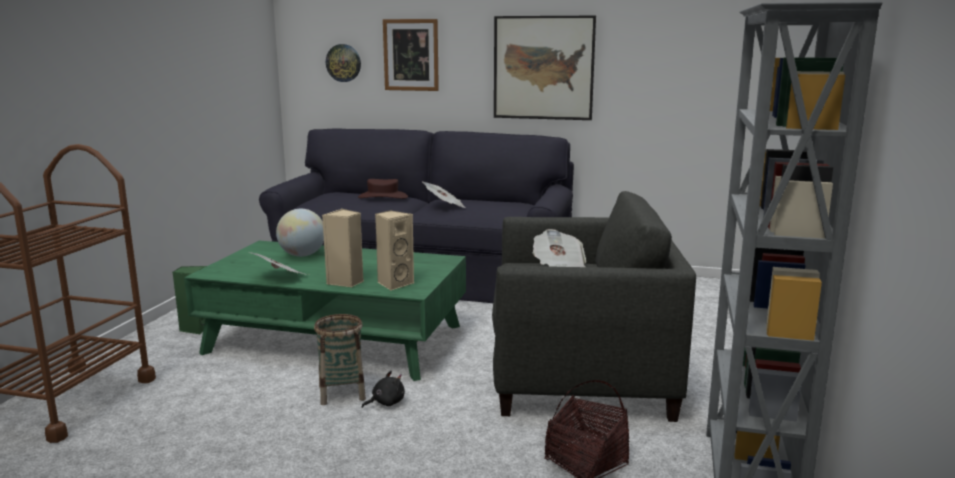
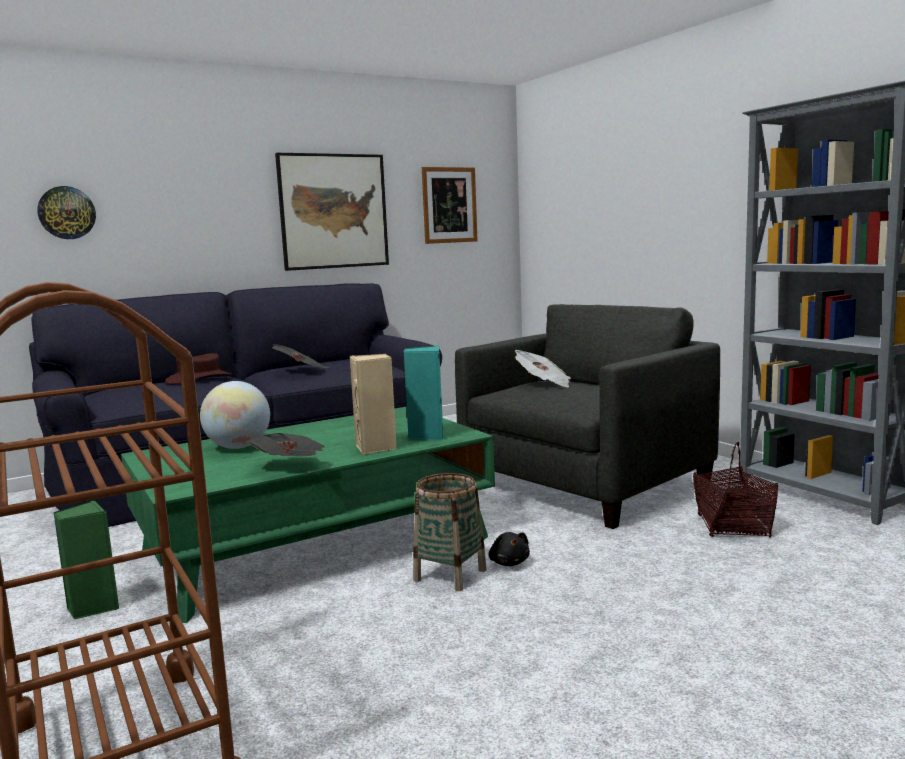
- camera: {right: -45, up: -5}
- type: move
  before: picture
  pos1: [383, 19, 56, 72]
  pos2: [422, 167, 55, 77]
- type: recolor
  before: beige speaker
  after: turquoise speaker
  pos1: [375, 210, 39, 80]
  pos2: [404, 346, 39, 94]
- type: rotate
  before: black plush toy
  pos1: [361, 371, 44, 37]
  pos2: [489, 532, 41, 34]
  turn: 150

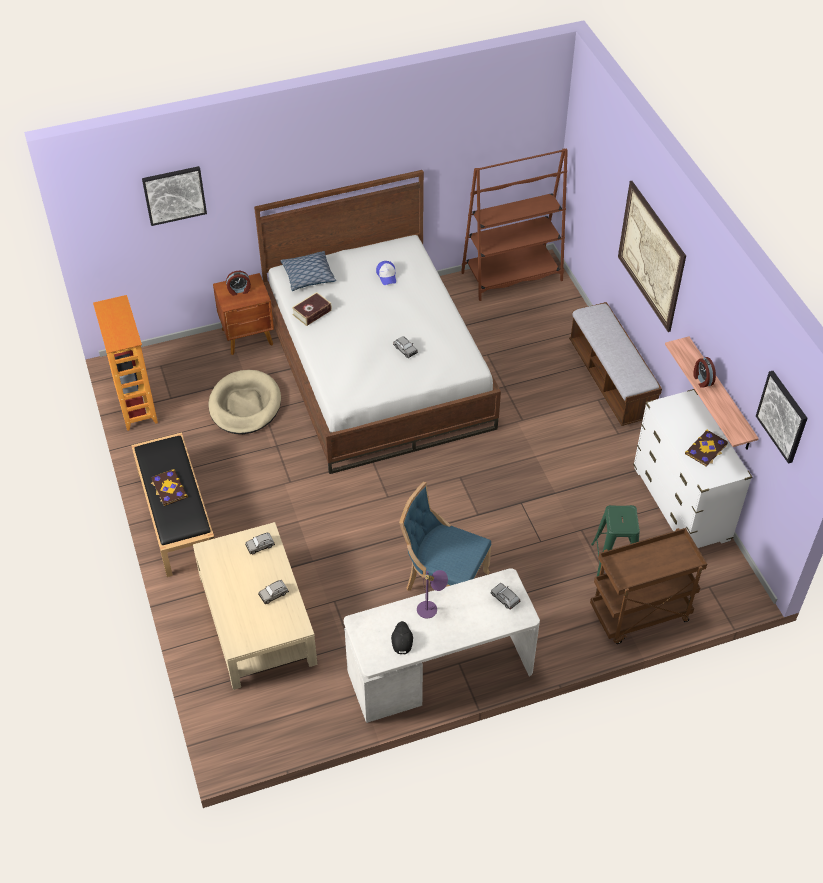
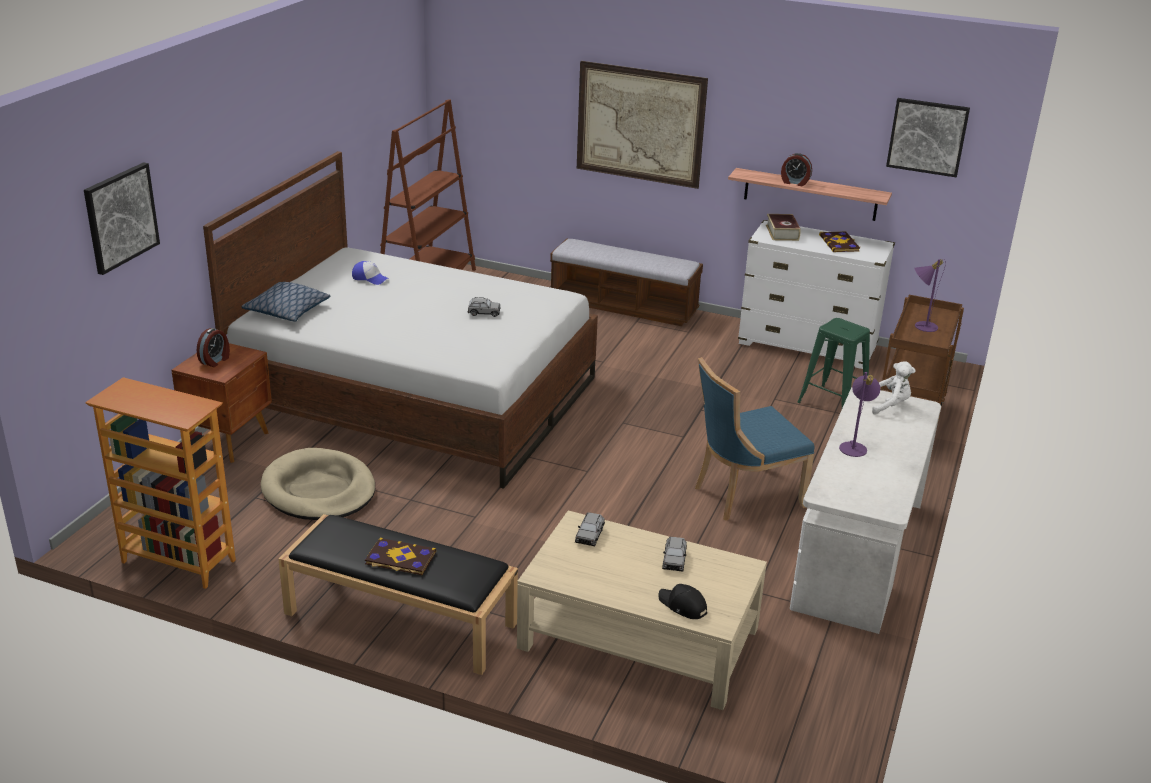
- camera: {right: -50, up: -20}
- type: move
  before: book
  pos1: [292, 292, 40, 34]
  pos2: [766, 214, 34, 27]
- type: replace
  before: grey toy car
  after: white plush toy
  pos1: [490, 583, 31, 27]
  pos2: [872, 361, 43, 54]
- type: move
  before: black cap
  pos1: [391, 621, 22, 33]
  pos2: [658, 584, 49, 35]
- type: insert
  after: purple table lamp
  pos2: [915, 259, 31, 73]

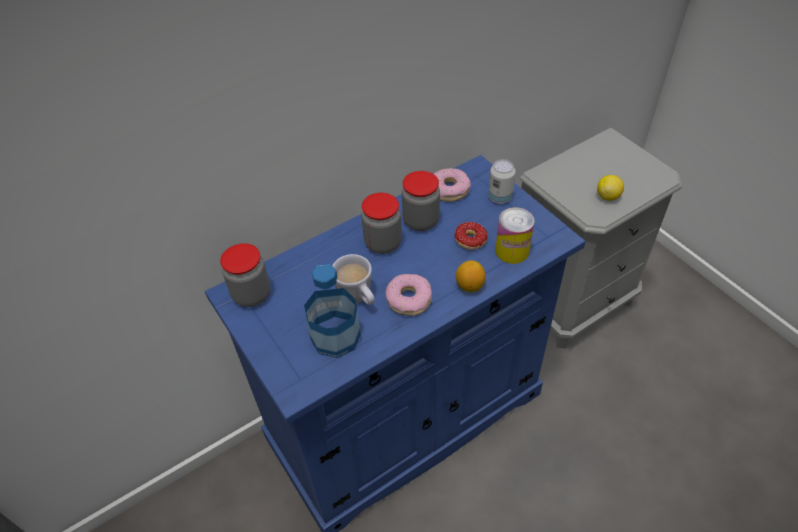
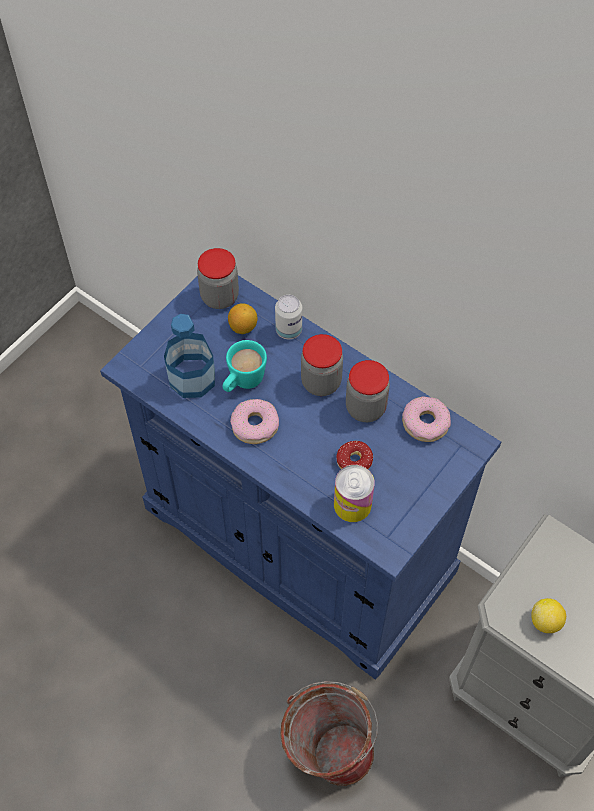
- camera: {right: 70, up: 10}
- type: move
  before: can
  pos1: [488, 159, 28, 44]
  pos2: [275, 295, 27, 44]
- type: recolor
  before: white mug
  after: turquoise mug
  pos1: [332, 254, 43, 51]
  pos2: [223, 340, 44, 52]
- type: move
  before: lemon
  pos1: [456, 260, 30, 32]
  pos2: [228, 303, 29, 31]
- type: insert
  after: bucket
  pos2: [280, 681, 98, 105]

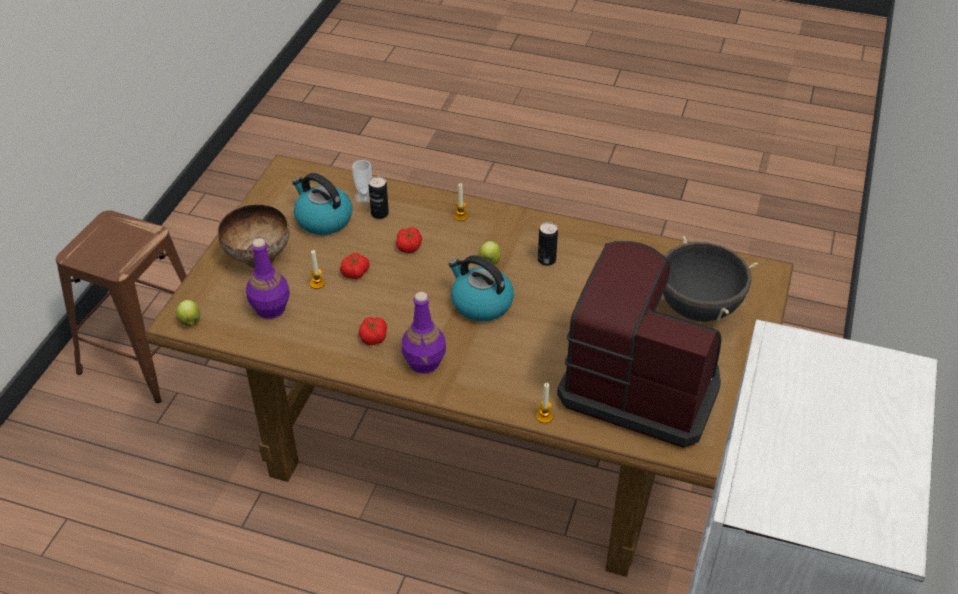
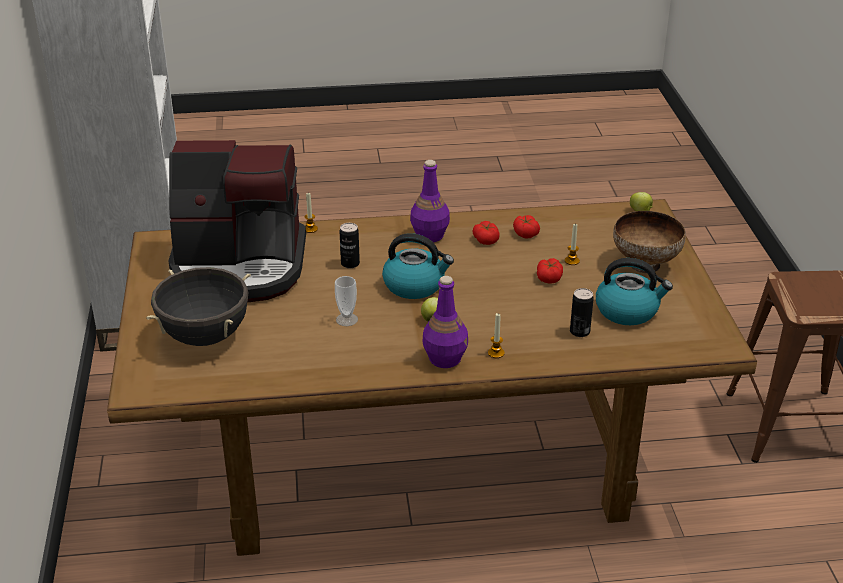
- camera: {right: 155, up: -10}
- type: move
  before: cup
  pos1: [352, 160, 20, 44]
  pos2: [335, 276, 23, 50]
- type: move
  before: can
  pos1: [538, 222, 20, 44]
  pos2: [340, 223, 20, 45]
- type: move
  before: tomato
  pos1: [396, 227, 26, 26]
  pos2: [513, 215, 27, 24]
- type: move
  before: purple bottle
  pos1: [246, 238, 44, 81]
  pos2: [422, 276, 46, 92]

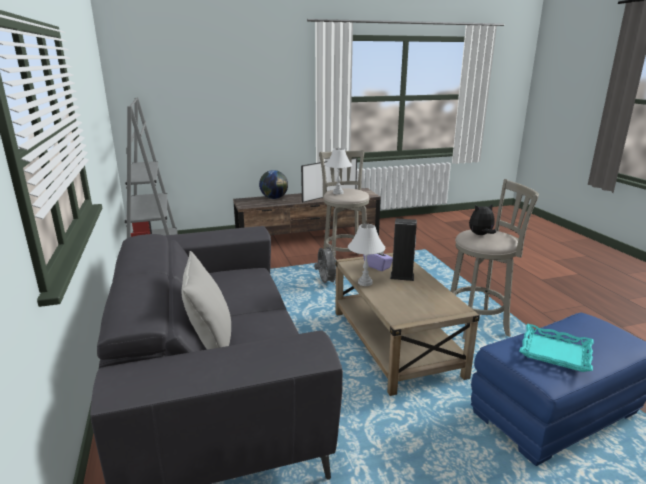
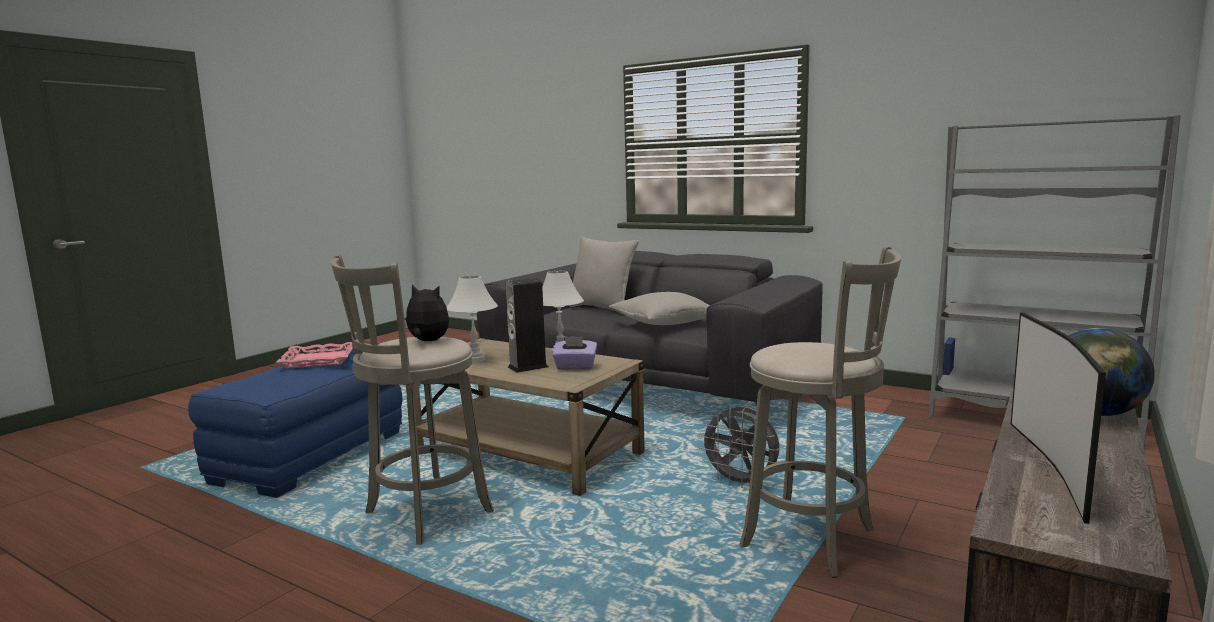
- camera: {right: 140, up: -10}
- type: move
  before: white table lamp
  pos1: [325, 148, 27, 46]
  pos2: [447, 276, 51, 86]
- type: rotate
  before: plush toy
  pos1: [469, 203, 27, 32]
  pos2: [405, 284, 44, 57]
  turn: -105
- type: recolor
  before: turquoise tray
  after: pink tray
  pos1: [519, 324, 75, 48]
  pos2: [276, 342, 77, 27]
- type: insert
  after: grey pillow
  pos2: [609, 292, 101, 33]

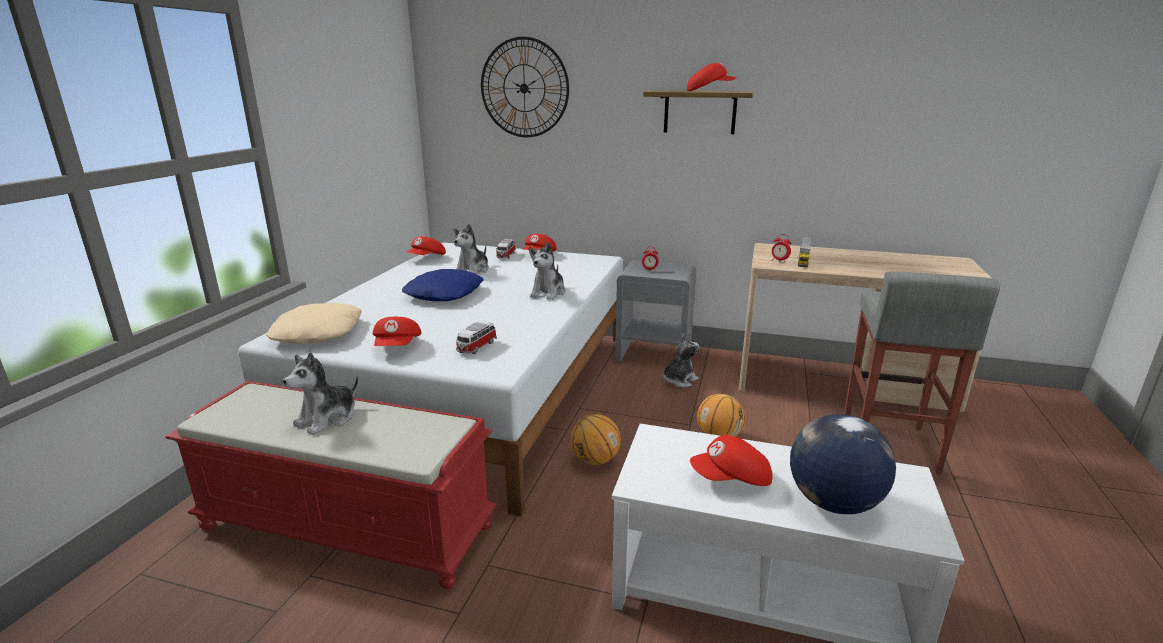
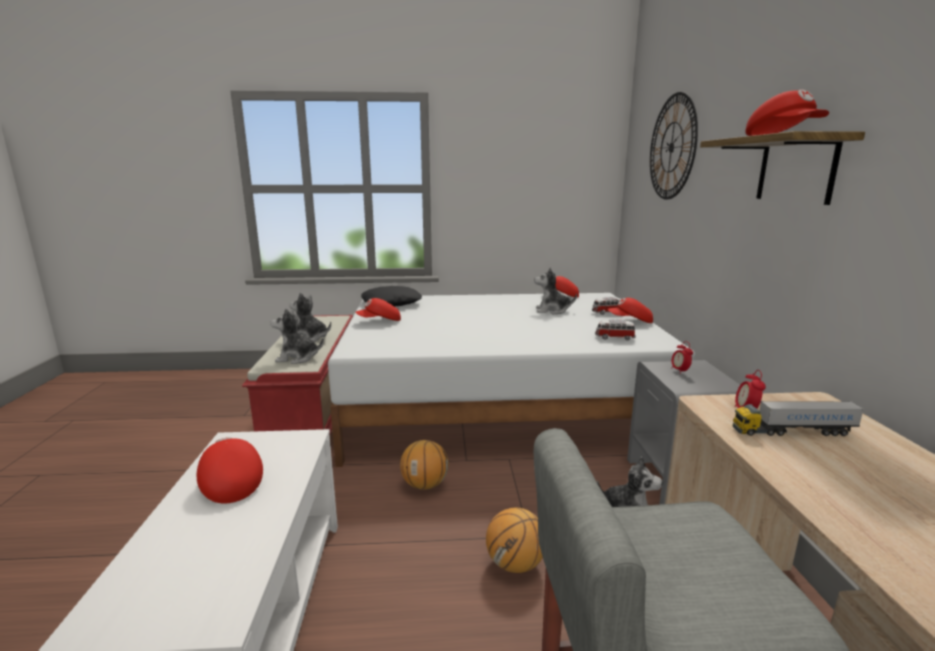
- camera: {right: 70, up: -5}
- type: move
  before: plush toy
  pos1: [529, 242, 37, 58]
  pos2: [270, 308, 54, 56]
- type: delete
  before: blue pillow
  pos1: [402, 269, 82, 32]
- type: recolor
  before: beige pillow
  after: black pillow
  pos1: [266, 303, 96, 41]
  pos2: [361, 286, 61, 21]
- type: move
  before: toy car
  pos1: [456, 321, 41, 33]
  pos2: [595, 319, 41, 21]
- type: delete
  before: globe
  pos1: [790, 414, 106, 100]

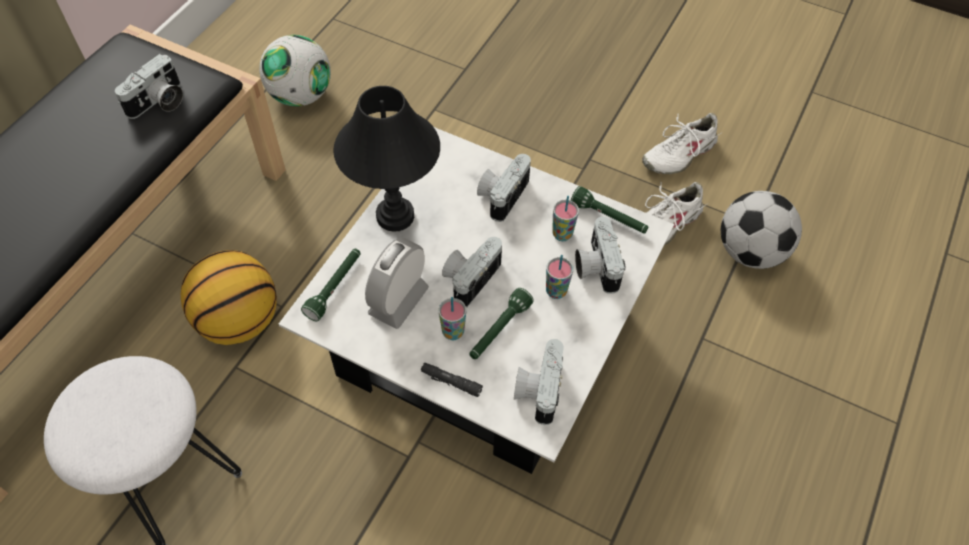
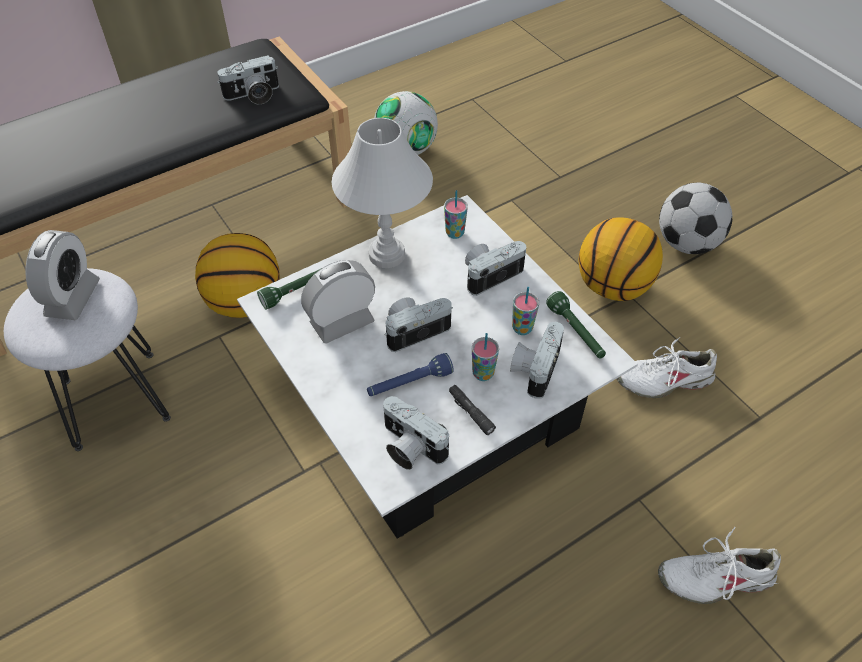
- camera: {right: 30, up: -5}
- type: recolor
  before: black table lamp
  after: white table lamp
  pos1: [333, 86, 107, 146]
  pos2: [332, 118, 101, 150]
- type: move
  before: white shoe
  pos1: [642, 113, 81, 61]
  pos2: [658, 527, 123, 77]
- type: move
  before: football
  pos1: [721, 191, 81, 78]
  pos2: [659, 183, 73, 71]
- type: recolor
  before: green flashlight
  after: blue flashlight
  pos1: [469, 288, 65, 71]
  pos2: [367, 353, 87, 43]
- type: move
  before: cup
  pos1: [438, 297, 28, 43]
  pos2: [444, 190, 24, 49]
- type: rotate
  before: photo camera
  pos1: [514, 339, 50, 86]
  pos2: [383, 396, 66, 74]
  turn: -90
- type: move
  before: black flashlight
  pos1: [421, 363, 62, 34]
  pos2: [449, 385, 47, 50]
- type: insert
  after: basketball
  pos2: [578, 217, 85, 84]
- type: insert
  after: alarm clock
  pos2: [25, 230, 75, 90]

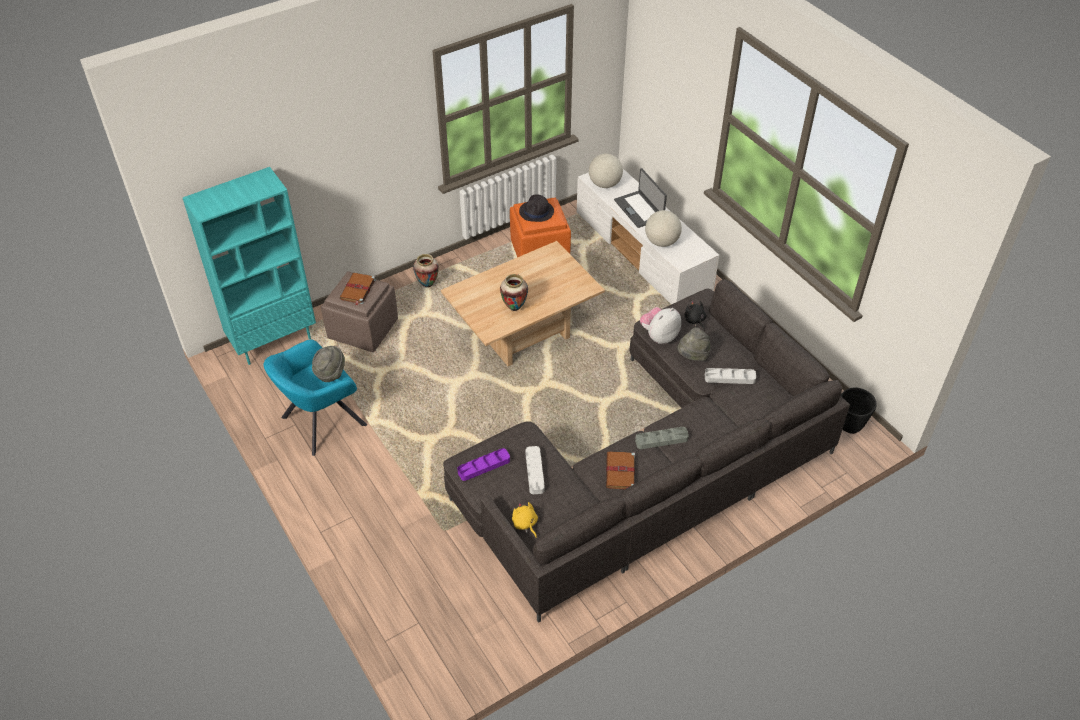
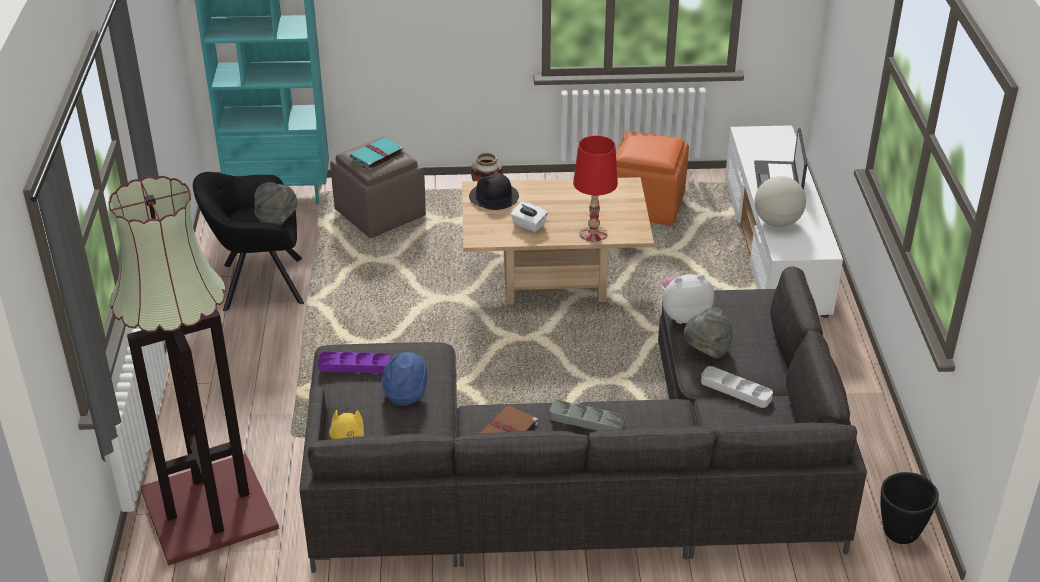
- camera: {right: 30, up: -10}
- type: delete
  before: globe
  pos1: [589, 154, 34, 34]
- type: move
  before: black hat
  pos1: [519, 194, 35, 28]
  pos2: [469, 172, 50, 38]
- type: recolor
  before: brown book
  after: turquoise book
  pos1: [340, 273, 36, 33]
  pos2: [350, 137, 54, 33]
- type: replace
  before: vase
  after: white tissue box
  pos1: [500, 274, 28, 37]
  pos2: [510, 202, 38, 30]
- type: delete
  before: black plush toy
  pos1: [684, 301, 22, 30]
- type: recolor
  before: turquoise armchair
  after: black armchair
  pos1: [264, 339, 103, 117]
  pos2: [193, 172, 111, 139]
- type: replace
  before: grey tray
  after: blue hat
  pos1: [525, 446, 20, 48]
  pos2: [381, 352, 46, 54]
- type: insert
  after: red table lamp
  pos2: [573, 136, 45, 106]
- type: insert
  after: floor lamp
  pos2: [108, 176, 171, 390]

